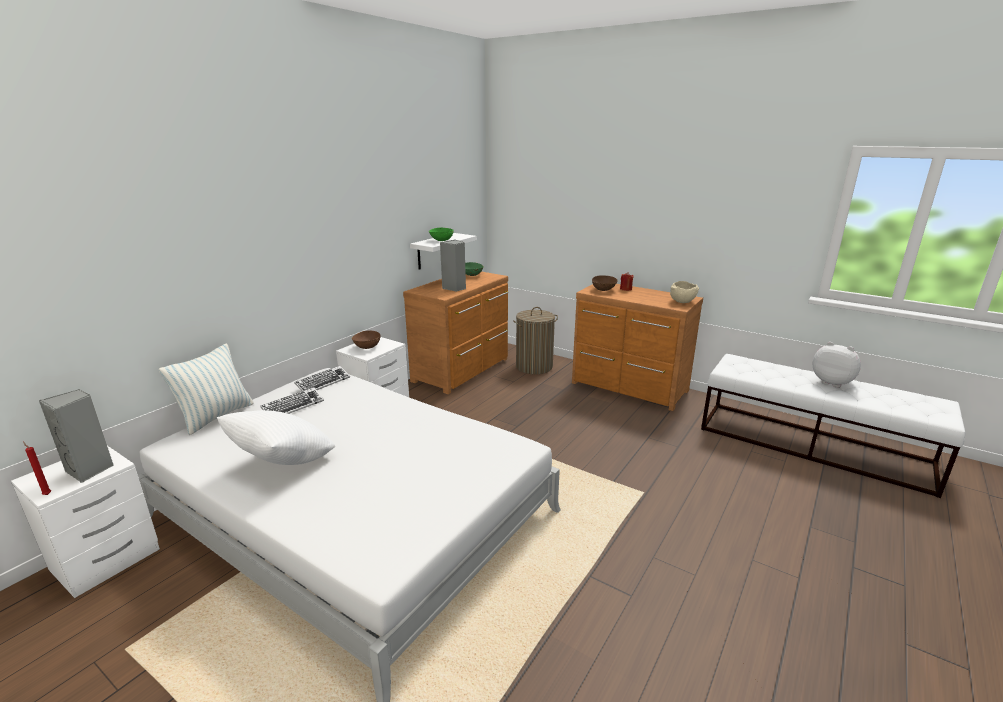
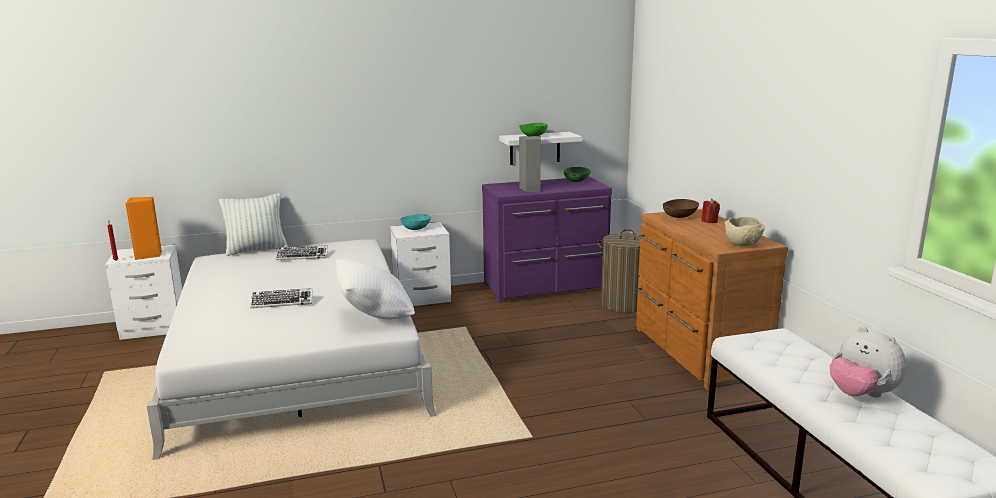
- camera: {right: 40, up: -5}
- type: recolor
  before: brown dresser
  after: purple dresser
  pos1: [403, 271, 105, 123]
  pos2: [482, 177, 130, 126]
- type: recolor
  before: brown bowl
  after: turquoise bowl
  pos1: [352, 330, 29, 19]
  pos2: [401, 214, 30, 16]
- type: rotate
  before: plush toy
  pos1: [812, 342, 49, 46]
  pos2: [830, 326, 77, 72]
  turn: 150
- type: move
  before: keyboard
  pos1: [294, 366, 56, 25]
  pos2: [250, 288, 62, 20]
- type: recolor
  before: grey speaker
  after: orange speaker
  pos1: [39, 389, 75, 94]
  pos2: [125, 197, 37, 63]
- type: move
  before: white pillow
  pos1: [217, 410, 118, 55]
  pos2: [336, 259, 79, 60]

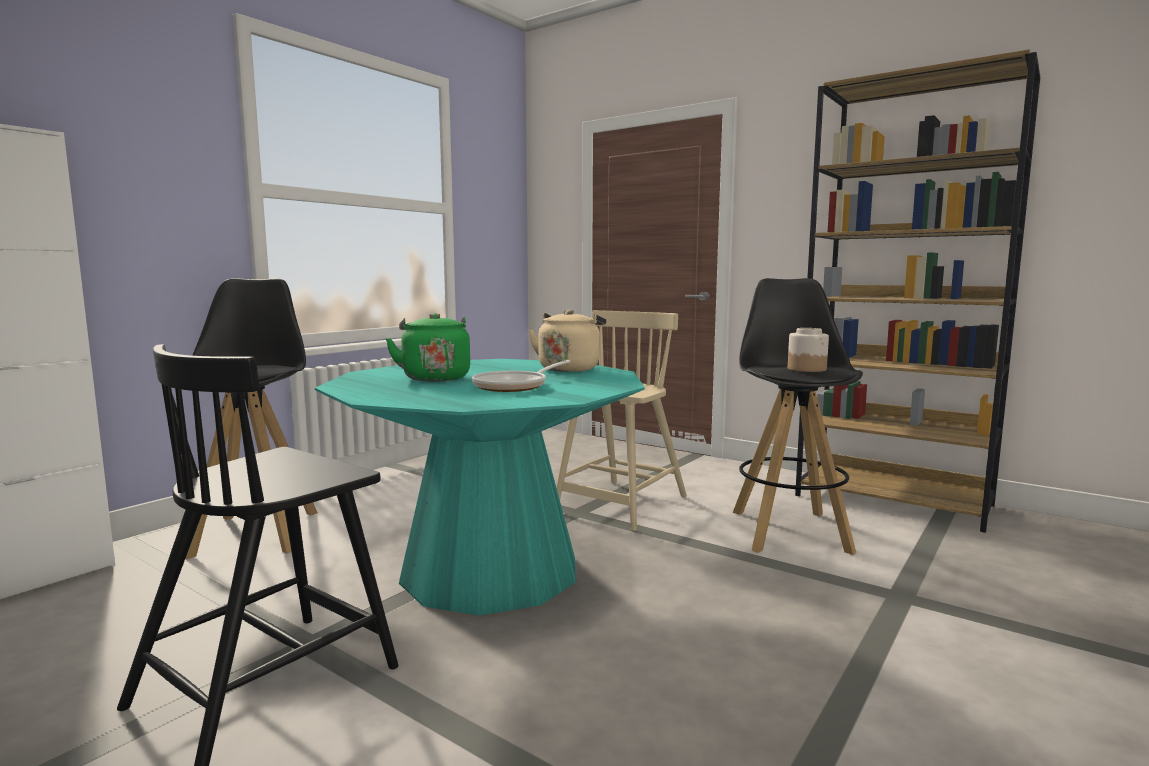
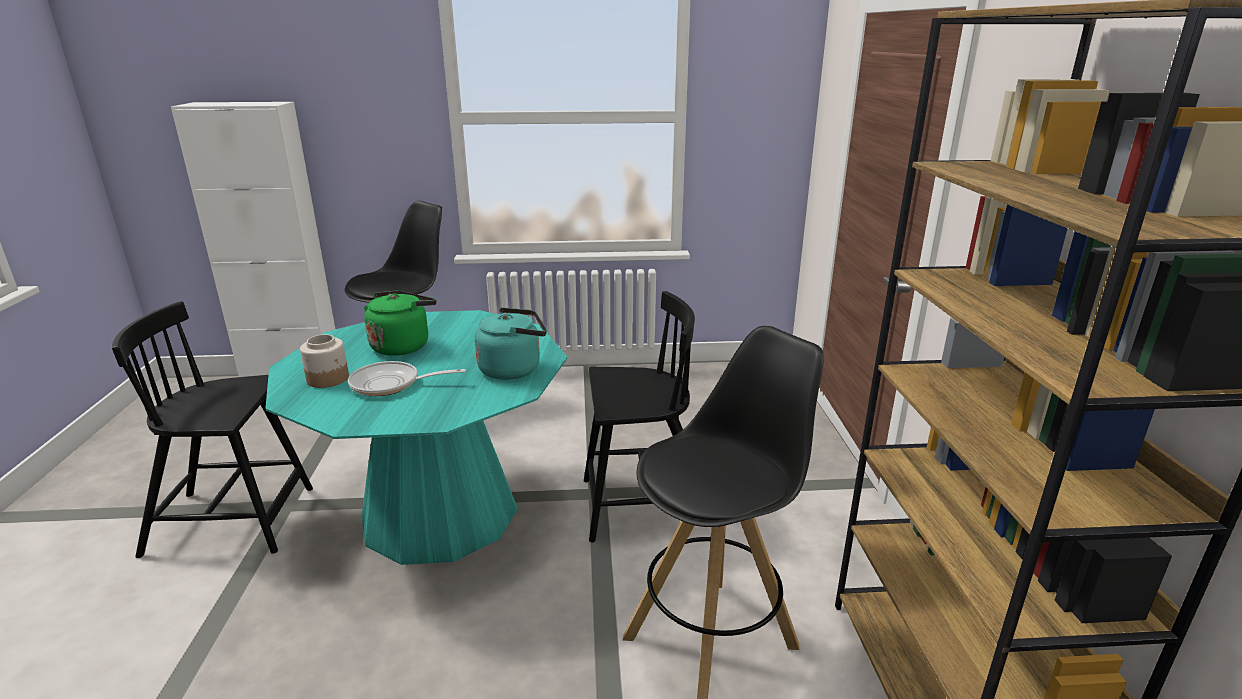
- camera: {right: 50, up: 15}
- type: recolor
  before: beige kettle
  after: turquoise kettle
  pos1: [528, 310, 78, 62]
  pos2: [475, 307, 72, 73]
- type: recolor
  before: beige chair
  after: black chair
  pos1: [556, 310, 131, 221]
  pos2: [584, 291, 111, 252]
- type: move
  before: jar
  pos1: [788, 328, 41, 44]
  pos2: [300, 334, 49, 54]

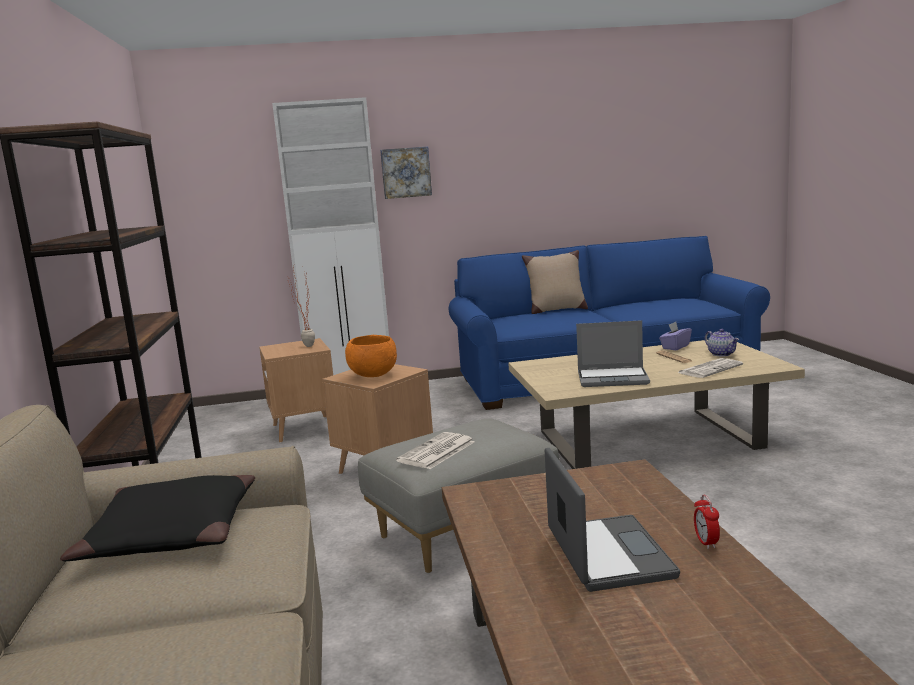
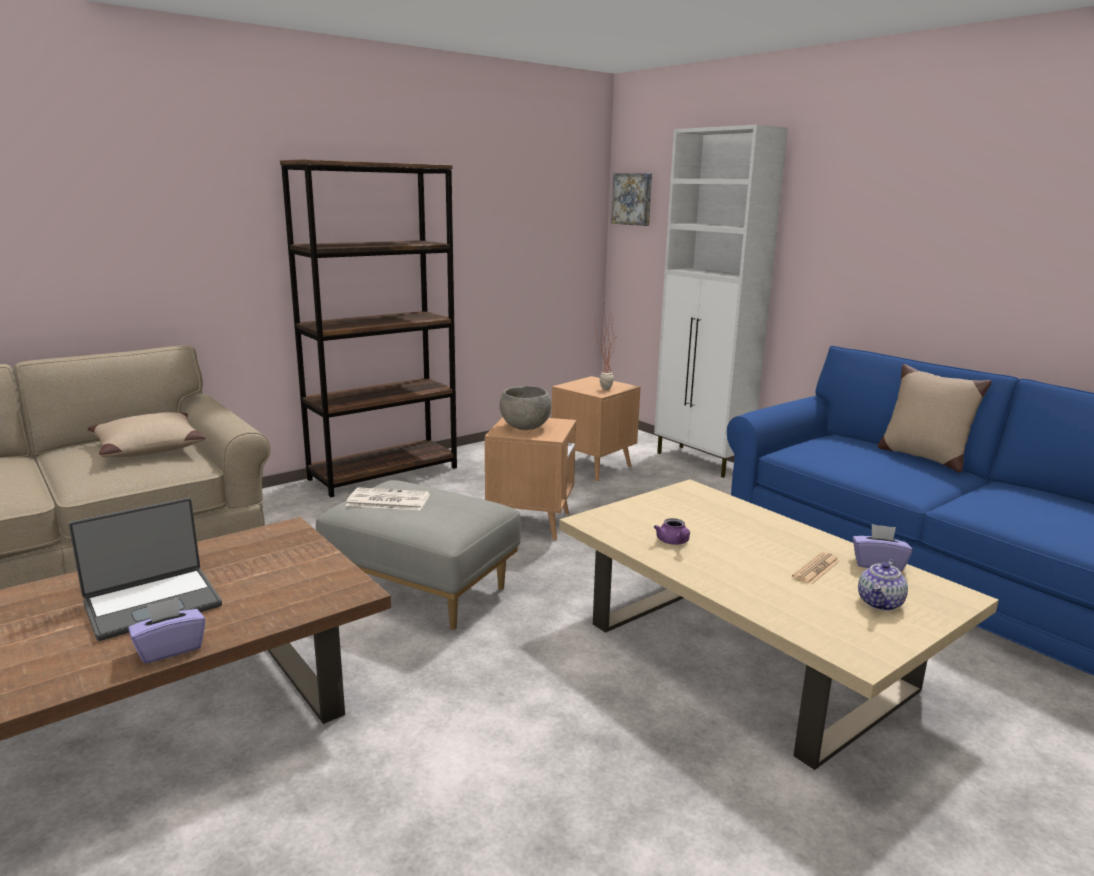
- camera: {right: 60, up: 5}
- type: move
  before: picture
  pos1: [380, 146, 52, 53]
  pos2: [611, 173, 41, 53]
- type: replace
  before: laptop
  after: purple teapot
  pos1: [576, 320, 74, 67]
  pos2: [654, 518, 36, 27]
- type: recolor
  before: orange bowl
  after: grey bowl
  pos1: [345, 335, 52, 42]
  pos2: [500, 386, 52, 44]
- type: delete
  before: newspaper
  pos1: [678, 358, 65, 20]
- type: recolor
  before: black pillow
  after: beige pillow
  pos1: [60, 475, 195, 86]
  pos2: [88, 412, 118, 45]
- type: replace
  before: alarm clock
  after: purple tissue box
  pos1: [694, 495, 26, 54]
  pos2: [128, 598, 77, 66]

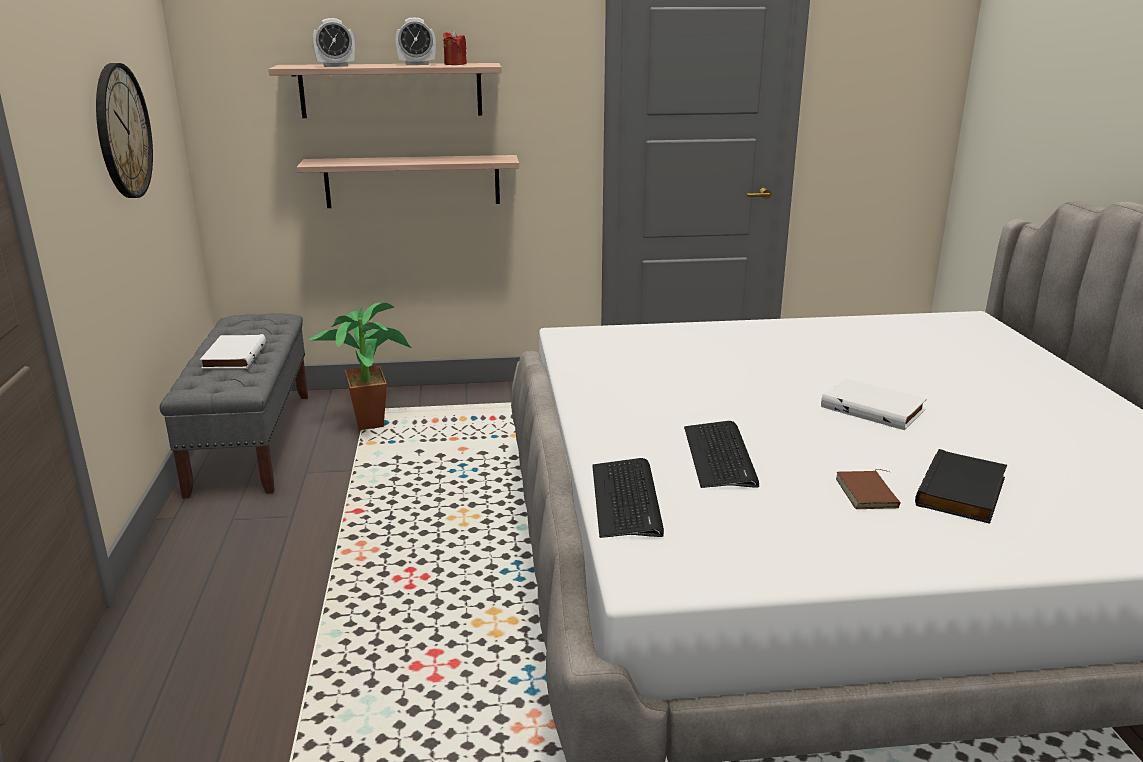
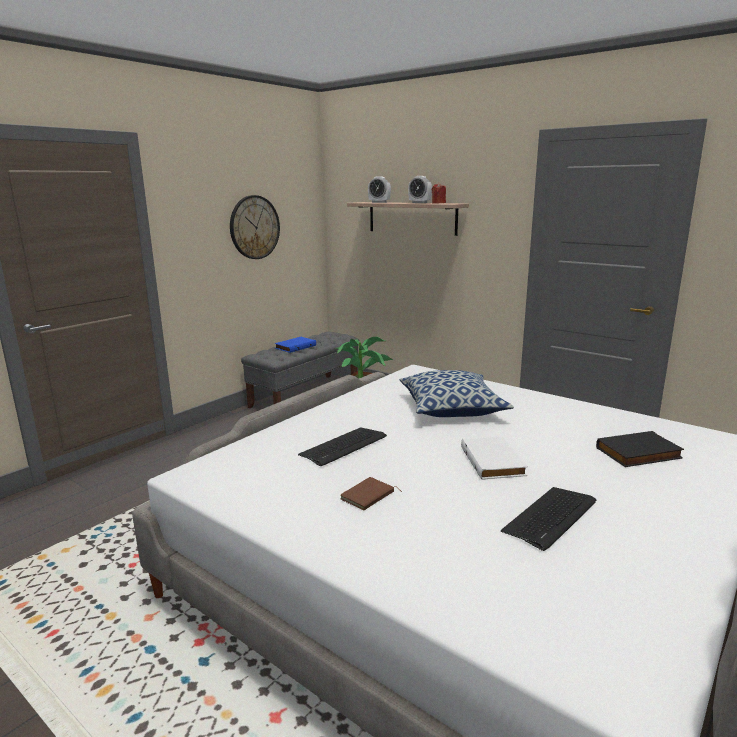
- camera: {right: 45, up: -5}
- type: delete
  before: shelf
  pos1: [297, 155, 222, 53]
- type: recolor
  before: white book
  after: blue book
  pos1: [200, 334, 66, 35]
  pos2: [275, 337, 41, 16]
- type: move
  before: black book
  pos1: [915, 449, 92, 75]
  pos2: [596, 431, 88, 36]
- type: move
  before: keyboard
  pos1: [592, 458, 72, 80]
  pos2: [501, 487, 95, 64]
- type: insert
  after: pillow
  pos2: [399, 370, 115, 47]

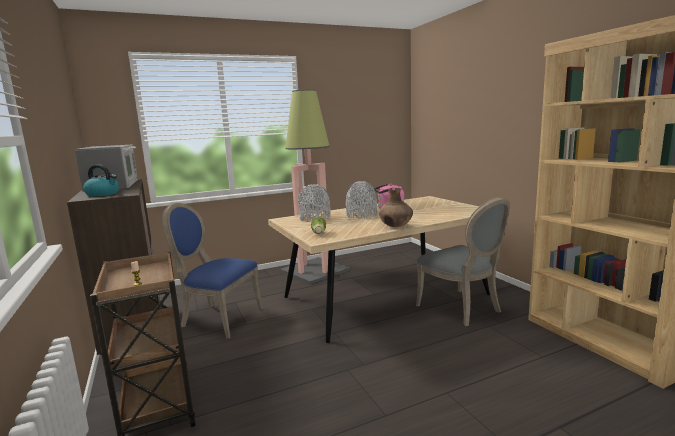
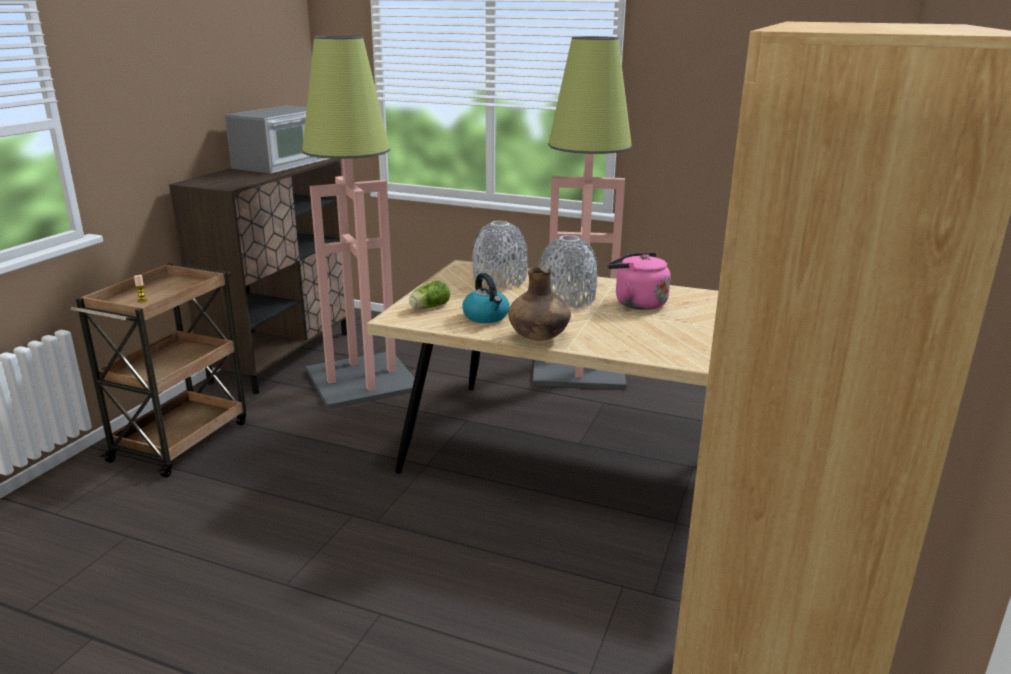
- camera: {right: 45, up: 10}
- type: move
  before: kettle
  pos1: [83, 164, 36, 33]
  pos2: [462, 273, 47, 50]
- type: delete
  before: grey chair
  pos1: [416, 197, 94, 129]
- type: replace
  before: blue chair
  after: floor lamp
  pos1: [162, 203, 101, 136]
  pos2: [302, 35, 113, 375]

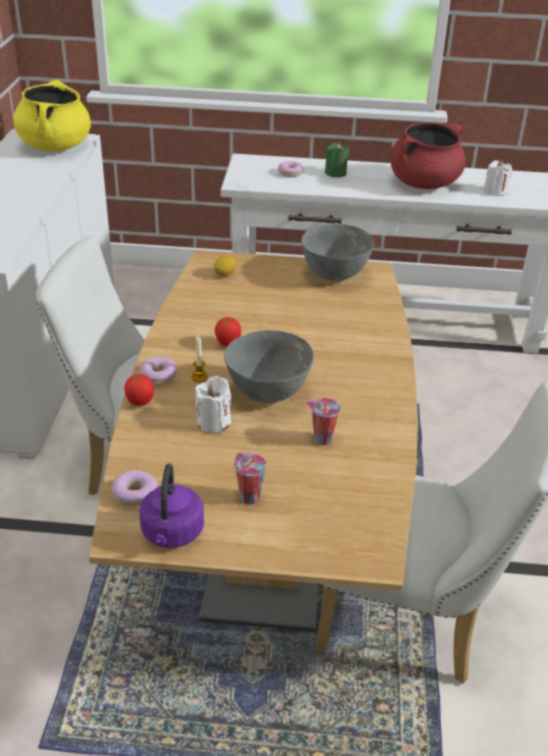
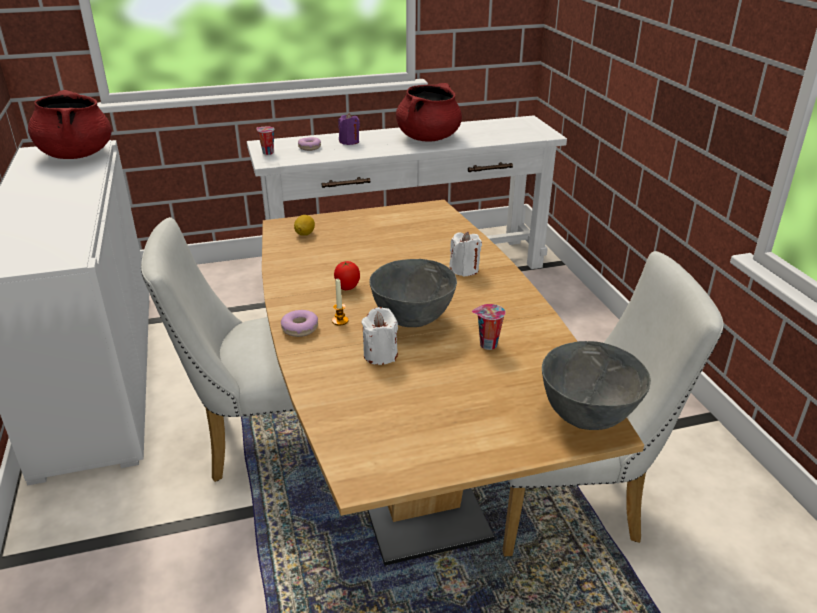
- camera: {right: -20, up: -5}
- type: recolor
  before: yellow cooking pot
  after: red cooking pot
  pos1: [13, 80, 78, 72]
  pos2: [28, 90, 84, 69]
- type: recolor
  before: green candle
  after: purple candle
  pos1: [325, 142, 24, 35]
  pos2: [338, 113, 22, 32]
- type: move
  before: white candle
  pos1: [484, 160, 28, 36]
  pos2: [449, 232, 33, 45]
- type: move
  before: grey bowl
  pos1: [301, 224, 73, 57]
  pos2: [542, 341, 109, 89]
- type: delete
  before: tomato
  pos1: [124, 374, 30, 32]
- type: move
  before: cup
  pos1: [234, 452, 33, 52]
  pos2: [257, 127, 17, 28]
- type: delete
  before: purple kettle
  pos1: [140, 464, 64, 84]
- type: delete
  before: donut
  pos1: [111, 470, 46, 36]

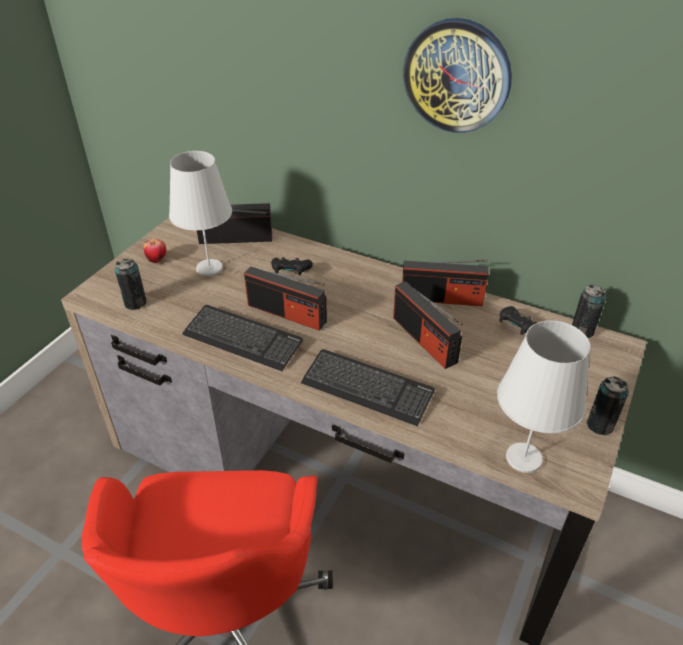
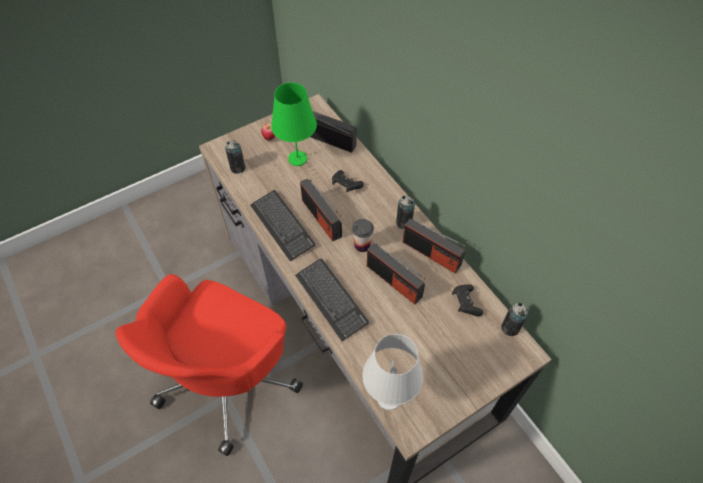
- camera: {right: 30, up: 15}
- type: delete
  before: wall clock
  pos1: [403, 18, 109, 115]
- type: recolor
  before: white table lamp
  after: green table lamp
  pos1: [169, 151, 63, 125]
  pos2: [271, 82, 46, 84]
- type: rotate
  before: radio
  pos1: [393, 281, 70, 88]
  pos2: [367, 243, 58, 61]
  turn: -45
- type: move
  before: can
  pos1: [587, 376, 42, 59]
  pos2: [396, 195, 19, 34]
- type: insert
  after: cup
  pos2: [352, 219, 22, 33]

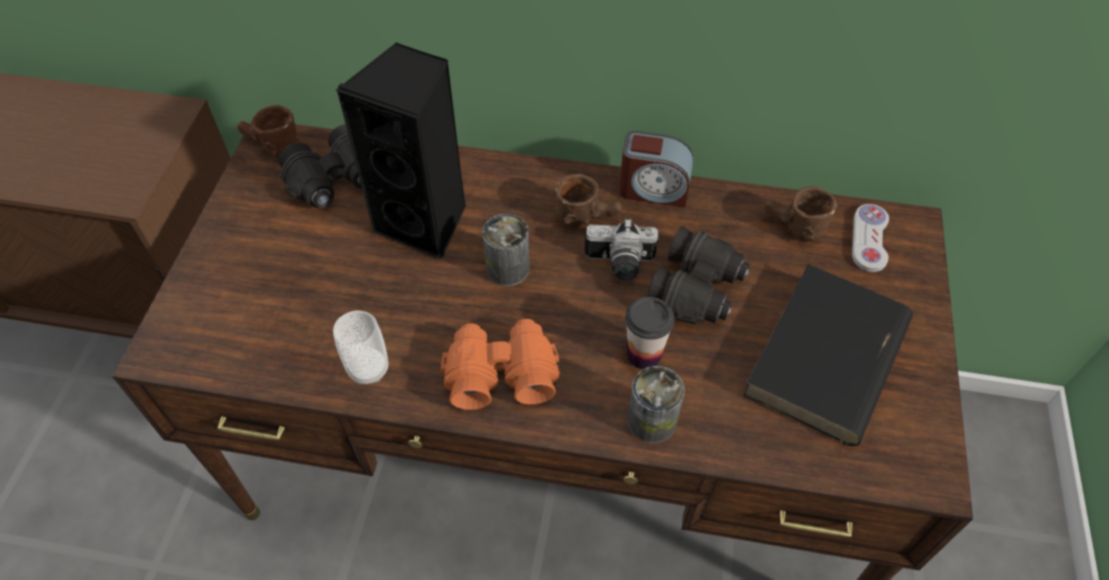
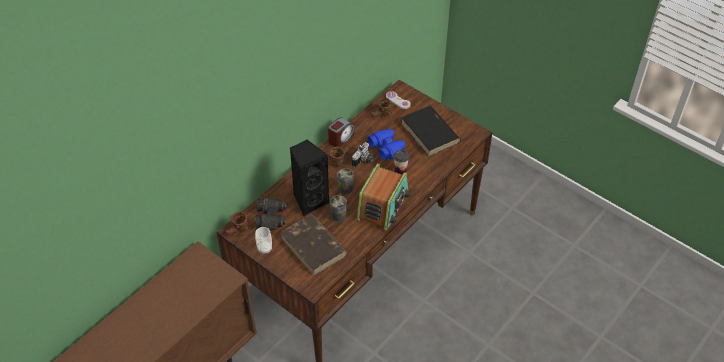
- camera: {right: -60, up: -5}
- type: recolor
  before: black binoculars
  after: blue binoculars
  pos1: [647, 226, 103, 99]
  pos2: [367, 129, 38, 31]
- type: move
  before: cup
  pos1: [333, 310, 56, 74]
  pos2: [255, 227, 17, 27]
- type: replace
  before: orange binoculars
  after: radio
  pos1: [441, 319, 119, 91]
  pos2: [357, 164, 54, 67]
- type: move
  before: can
  pos1: [628, 366, 57, 77]
  pos2: [330, 195, 17, 27]
- type: insert
  after: brown book
  pos2: [280, 214, 68, 62]

